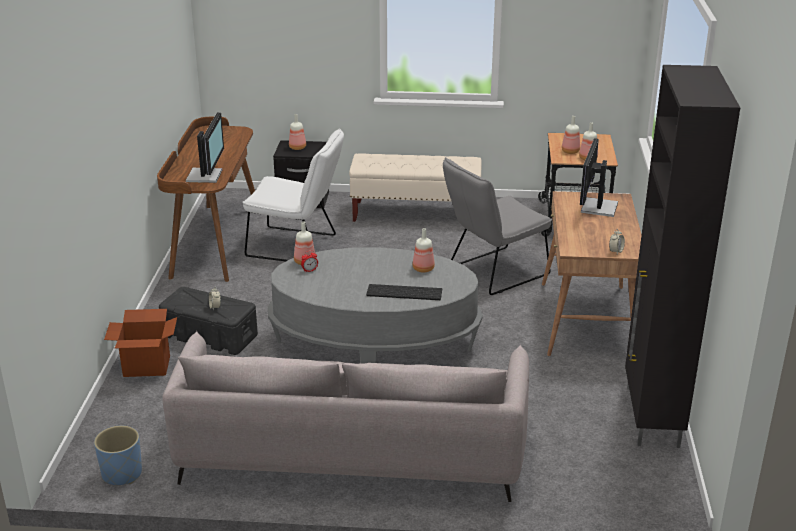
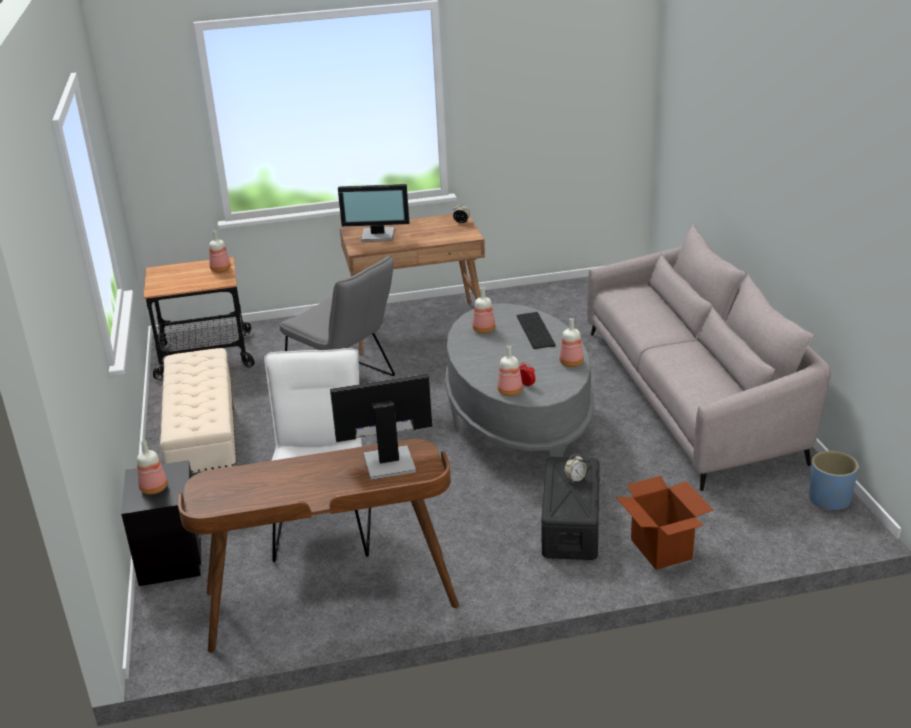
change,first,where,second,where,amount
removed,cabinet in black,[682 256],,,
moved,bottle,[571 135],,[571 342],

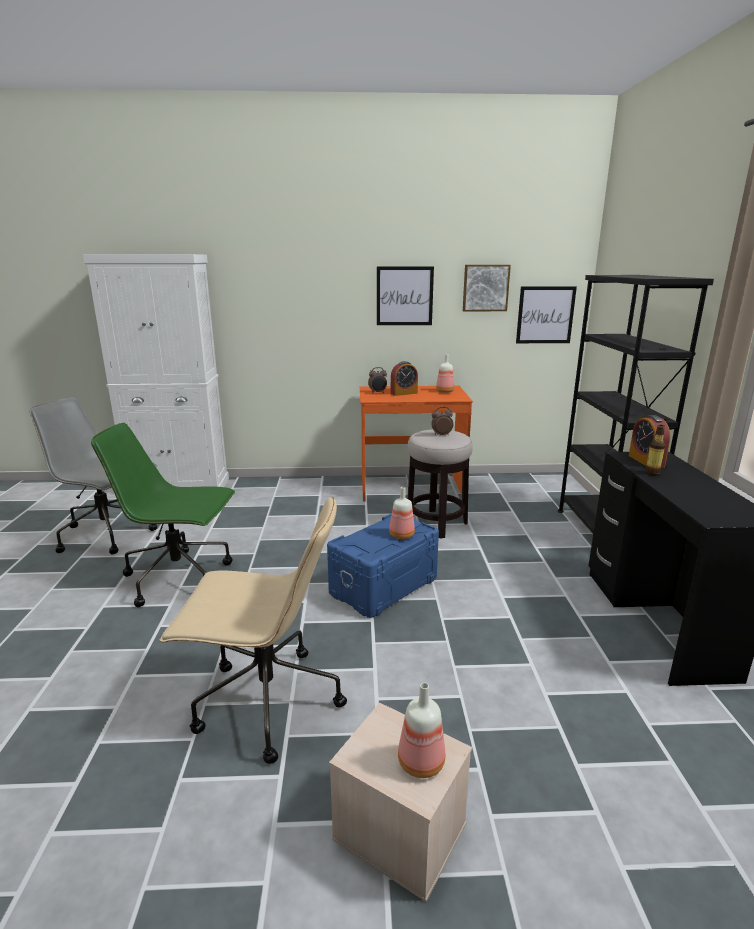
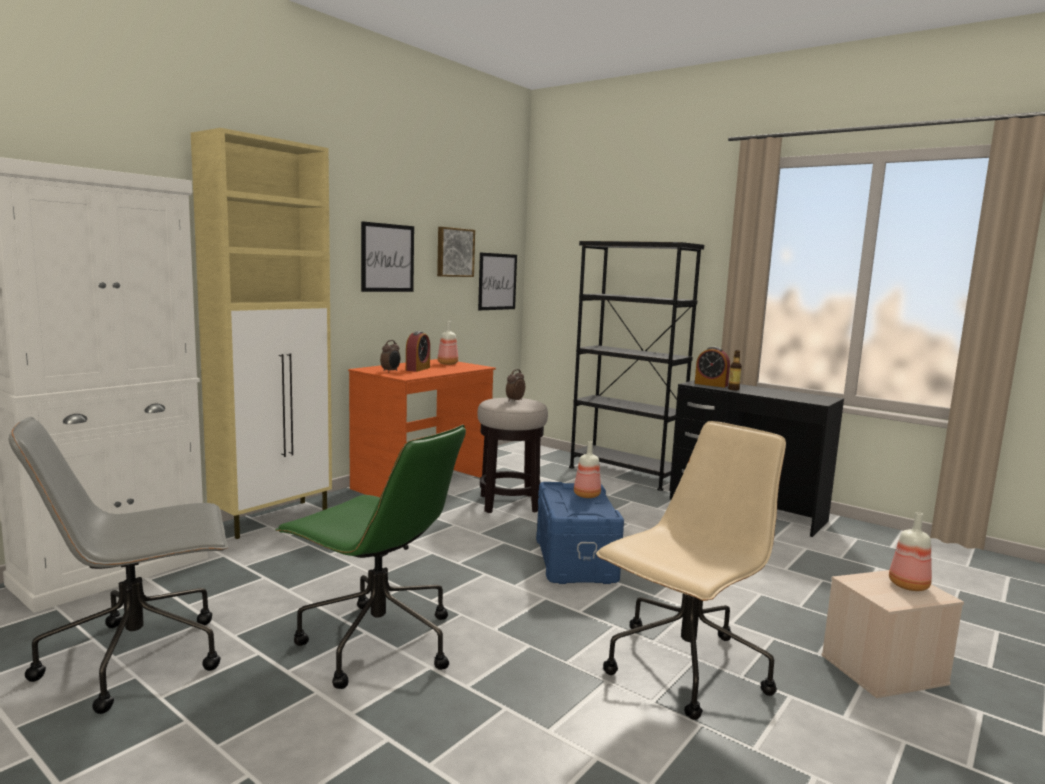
change,first,where,second,where,amount
turned,office chair in green,[163 515],,[370 556],105 degrees counterclockwise
added,,,cabinet in beige,[261 333],

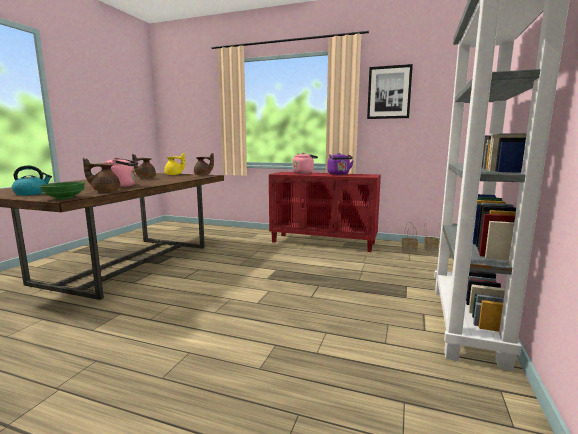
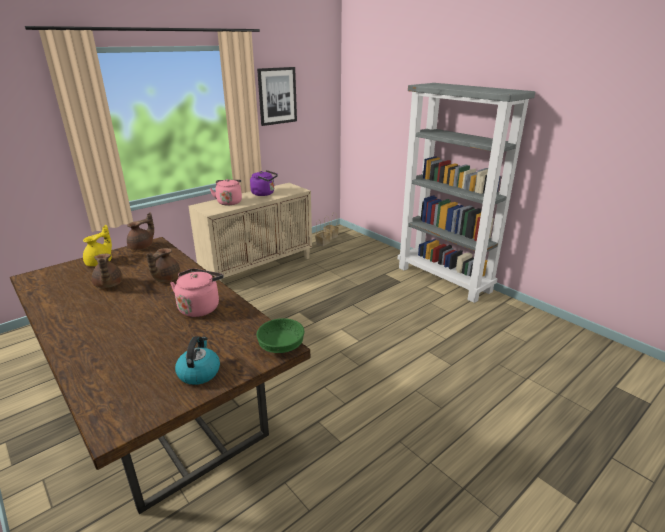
change,first,where,second,where,amount
moved,teapot in brown,[101 175],,[163 265],
recoloured,cabinet in red,[325 212],cabinet in beige,[250 232],

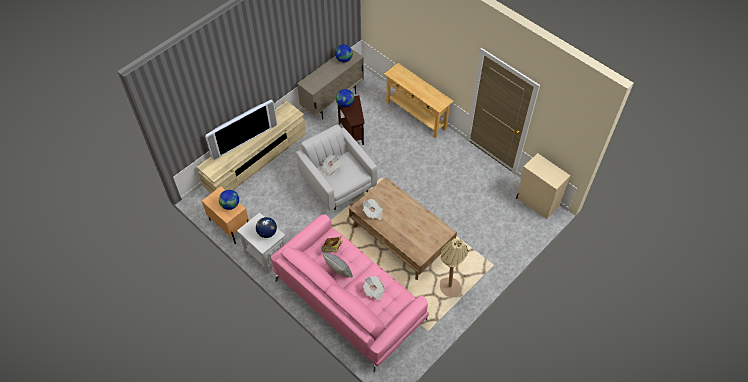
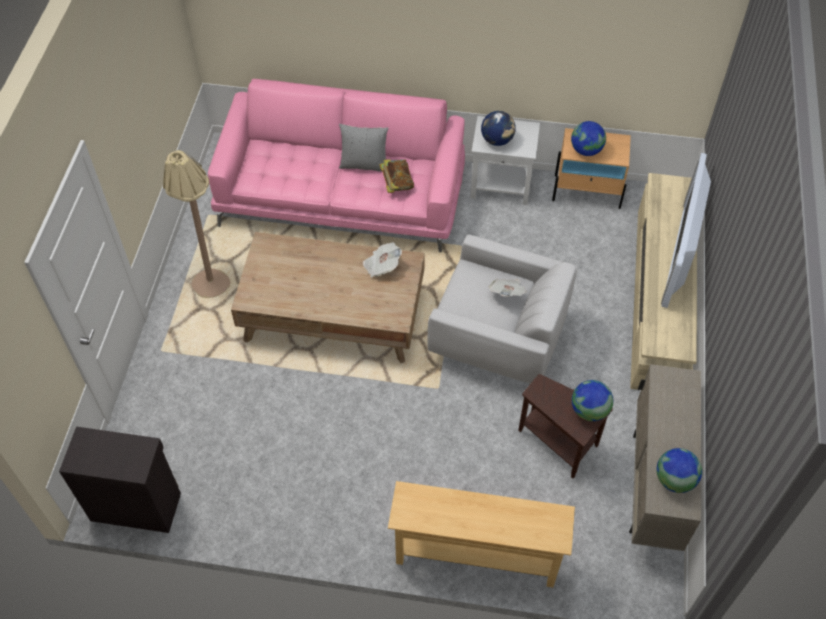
change,first,where,second,where,amount
recoloured,cabinet in beige,[543 186],cabinet in black,[120 480],
removed,newspaper,[374 288],,,

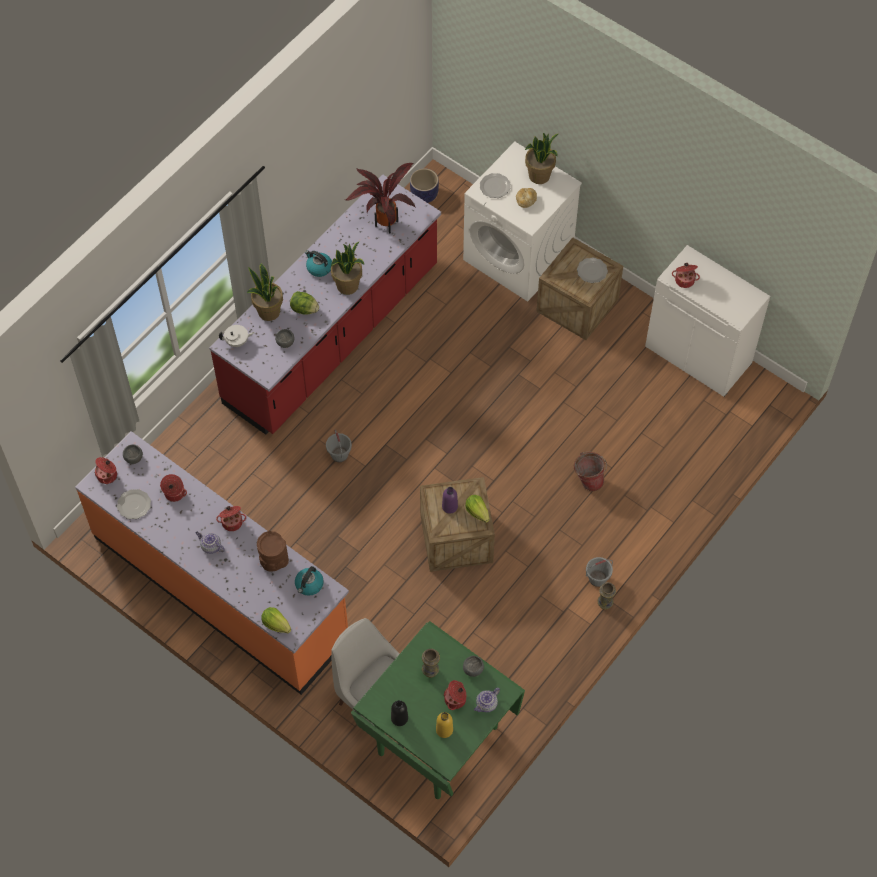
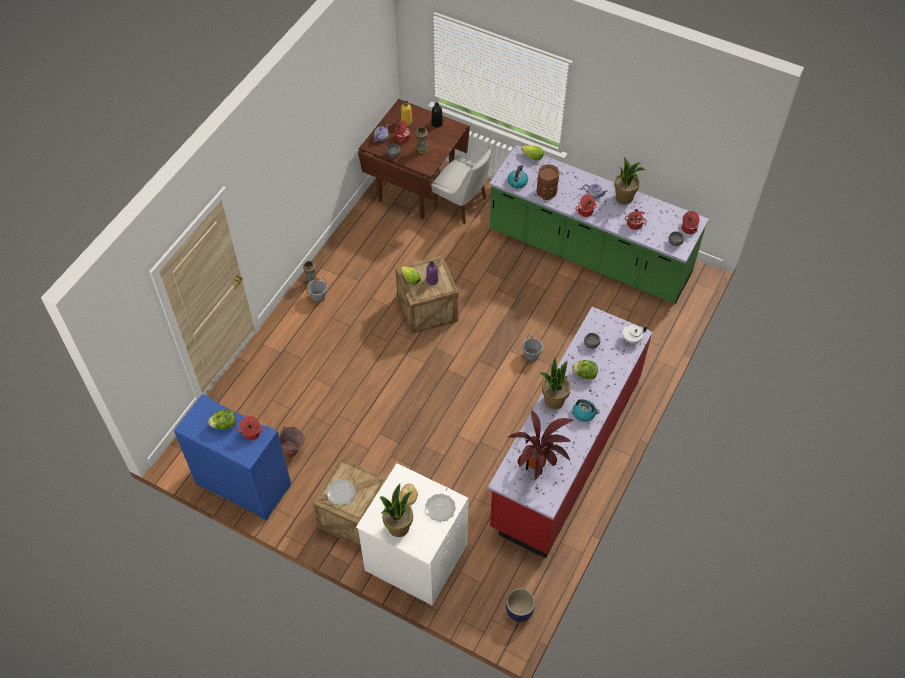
change,first,where,second,where,amount
recoloured,cabinet in white,[707 321],cabinet in blue,[232 457],
moved,potted plant,[265 292],,[630 180],
recoloured,counter in orange,[212 563],counter in green,[599 224],
moved,bucket,[590 471],,[291 442],
removed,plate,[134 504],,,
recoloured,dining table in green,[438 710],dining table in brown,[414 159],
added,,,lettuce,[222 419],

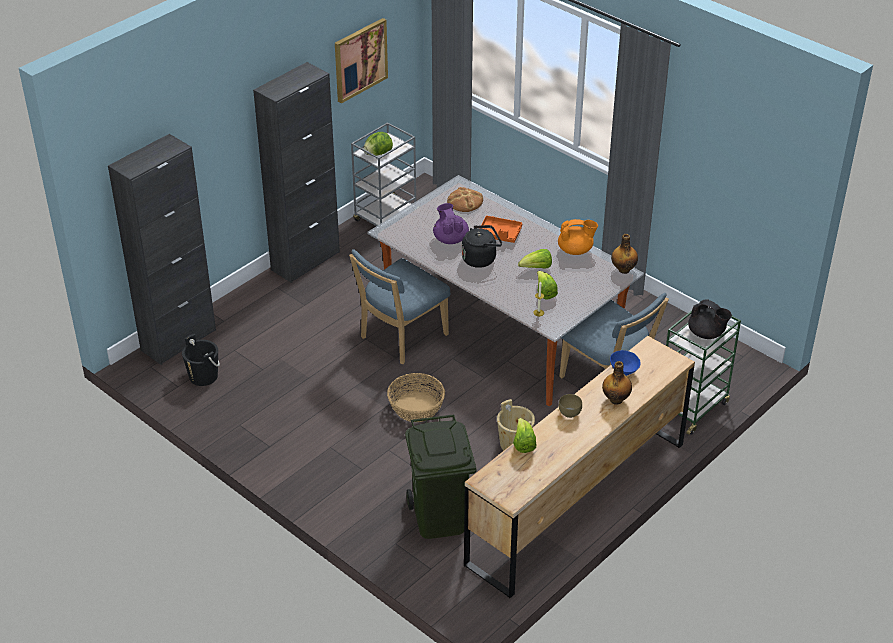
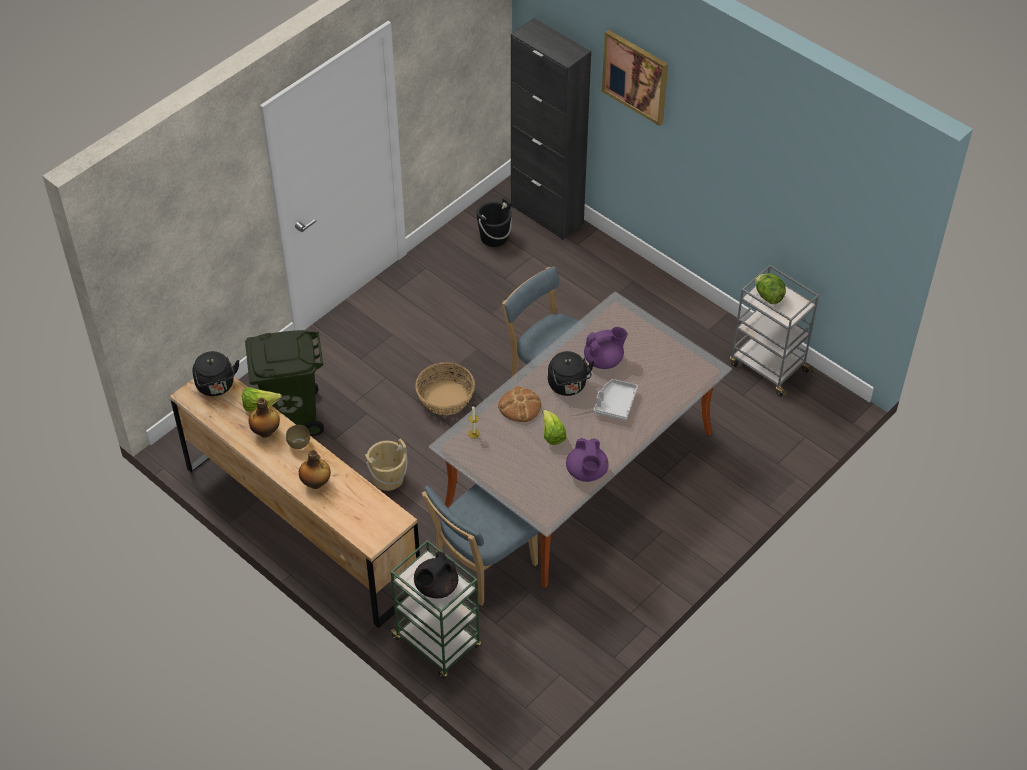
change,first,where,second,where,amount
moved,picture,[361 61],,[635 78],
removed,cabinet in black,[296 172],,,
moved,bread,[465 199],,[519 404],
recoloured,tray in orange,[501 229],tray in grey,[616 400],
recoloured,teapot in orange,[578 237],teapot in purple,[587 460],
moved,bottle,[624 254],,[264 418],
removed,lettuce,[547 285],,,
removed,bowl in blue,[625 363],,,
added,,,kettle in black,[216 373],

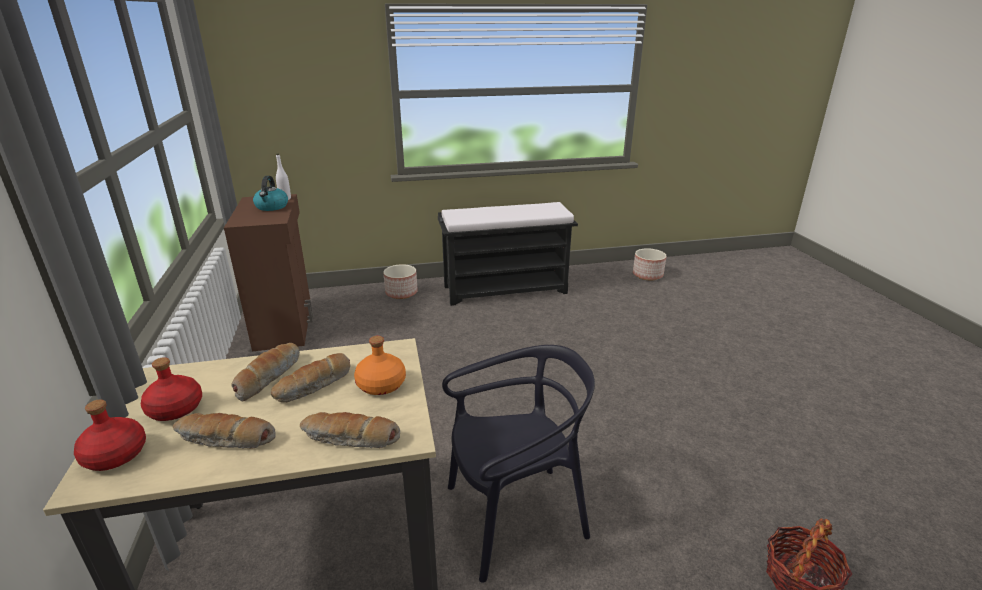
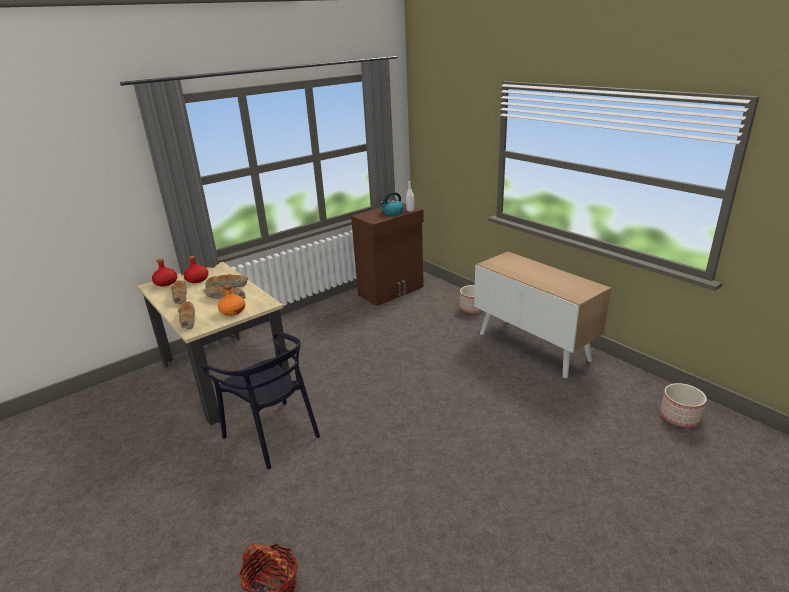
change,first,where,second,where,amount
replaced,bench in black,[508 254],cabinet,[542 315],

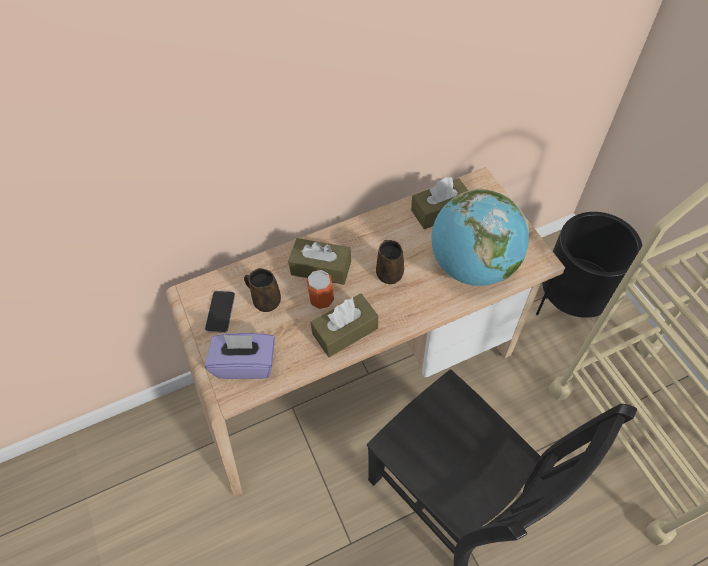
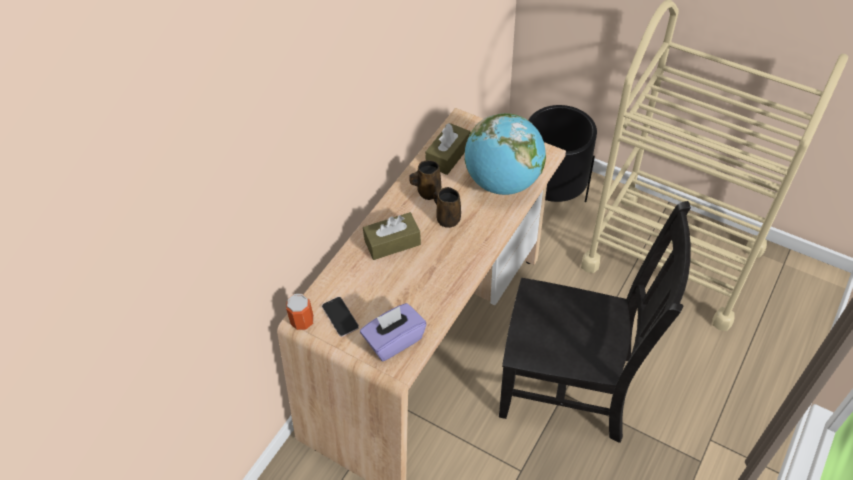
change,first,where,second,where,amount
moved,mug in brown,[262 290],,[425 180],
moved,can,[320 289],,[300 312],
removed,tissue box in brown,[344 325],,,

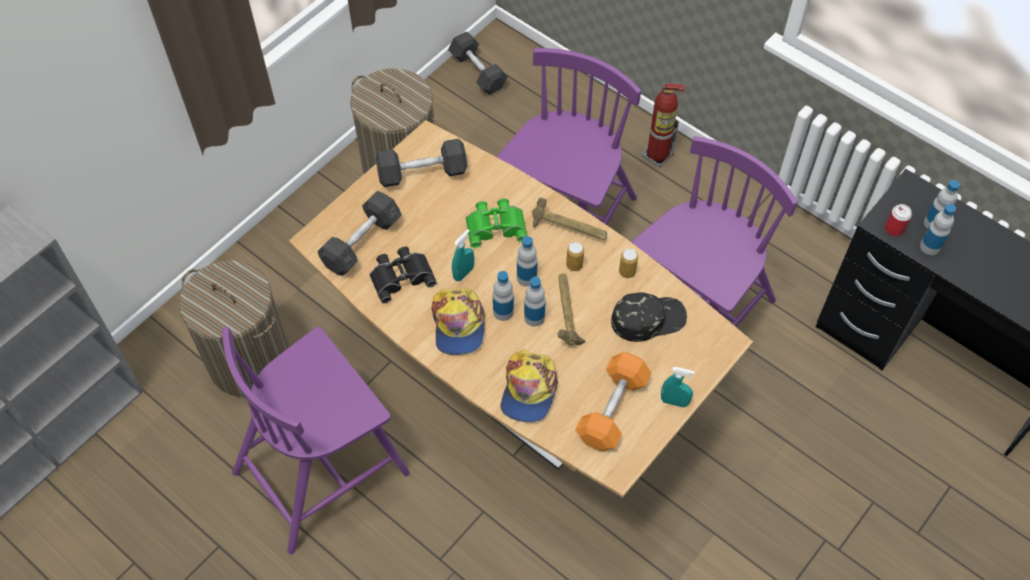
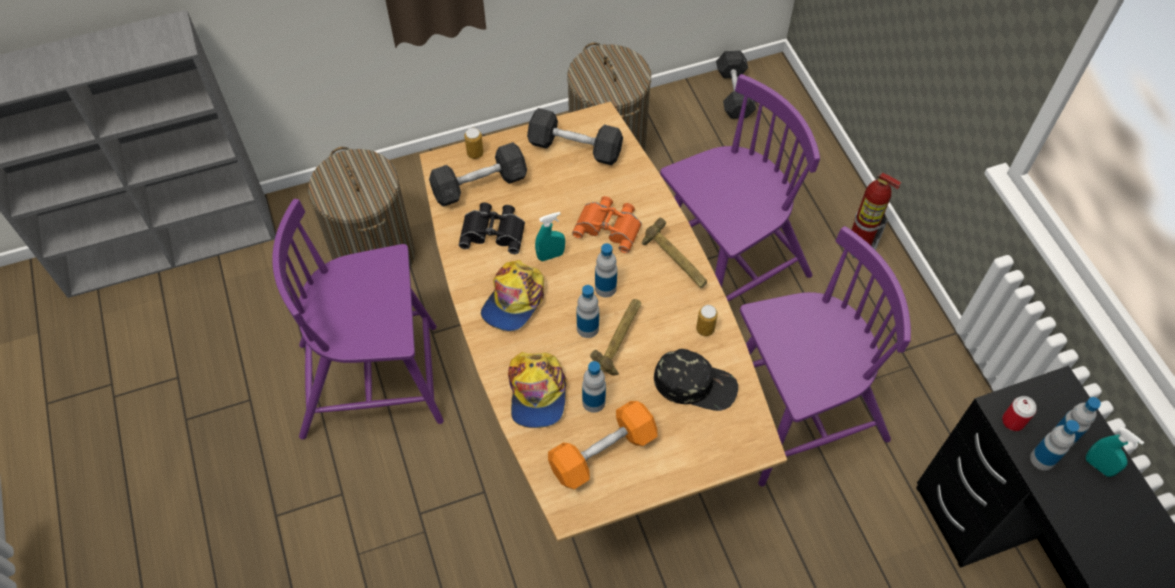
change,first,where,second,where,amount
recoloured,binoculars in green,[496 223],binoculars in orange,[607 224],
moved,can,[575 256],,[474 143],
moved,bottle,[503 296],,[594 387],
turned,cap,[529 386],,[537 390],45 degrees counterclockwise
moved,spray bottle in turquoise,[678 387],,[1115 452],

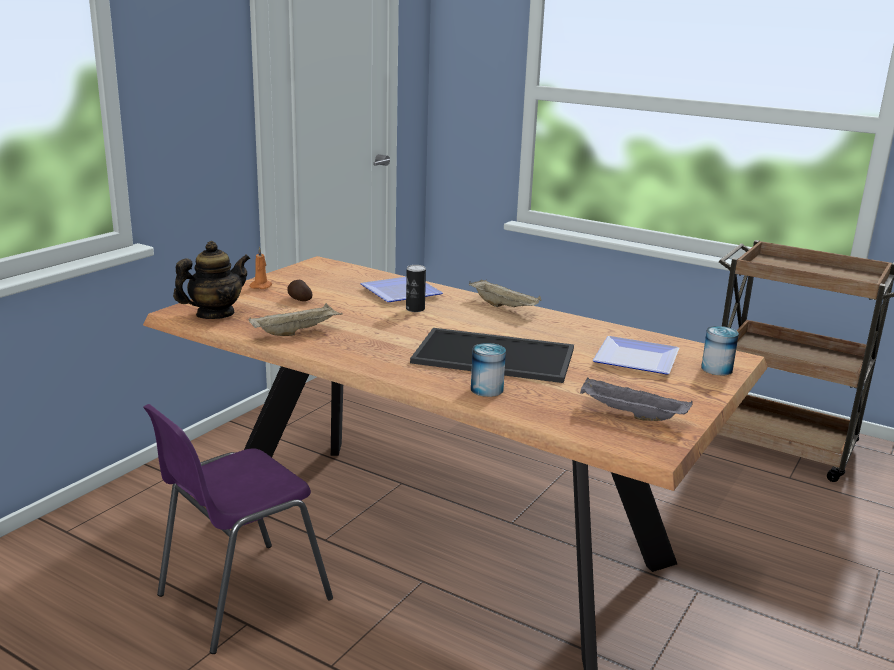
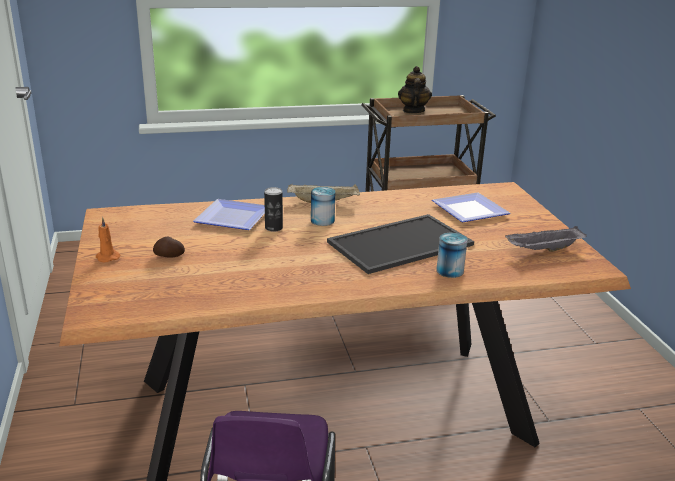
change,first,where,second,where,amount
moved,teapot,[211 280],,[415 89],
removed,tray in beige,[295 319],,,
moved,can,[720 350],,[323 206],

